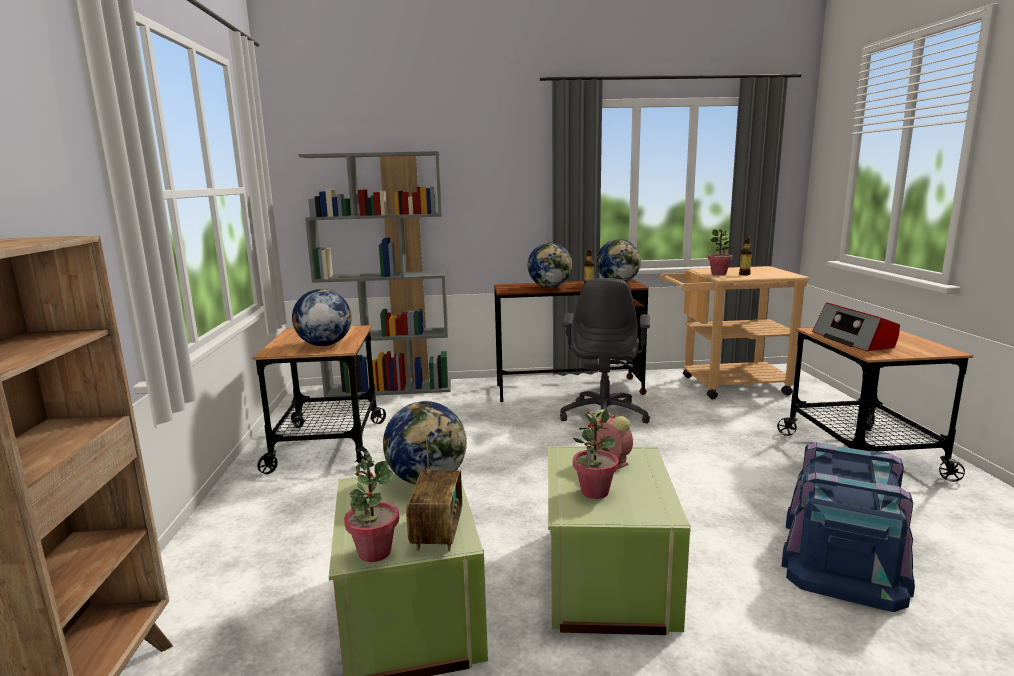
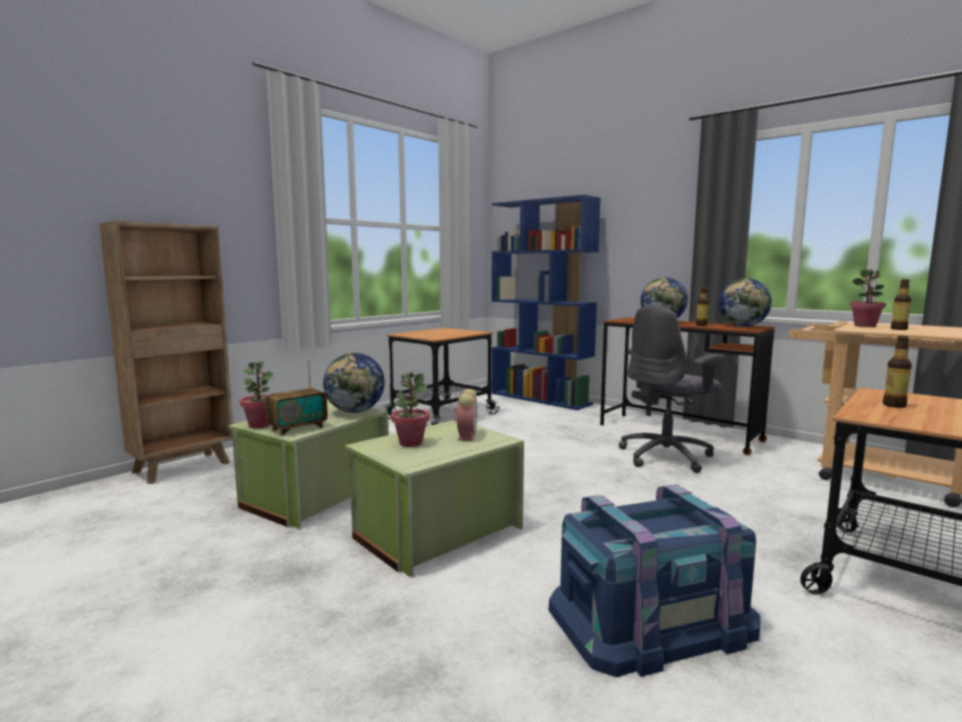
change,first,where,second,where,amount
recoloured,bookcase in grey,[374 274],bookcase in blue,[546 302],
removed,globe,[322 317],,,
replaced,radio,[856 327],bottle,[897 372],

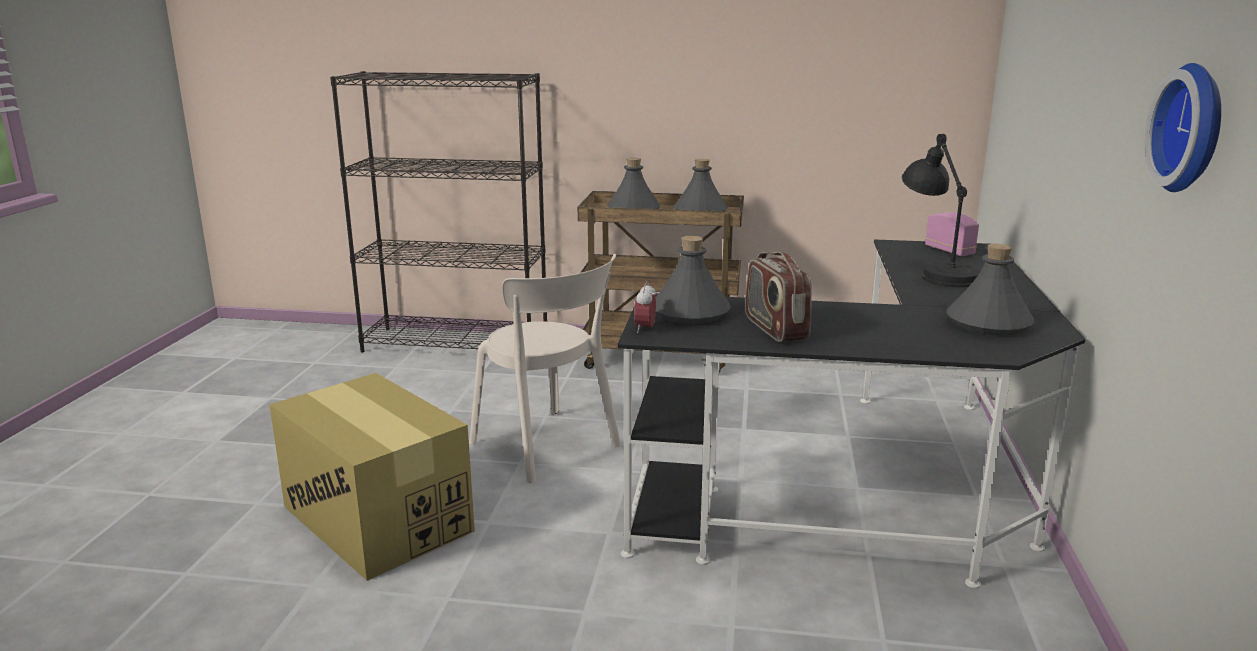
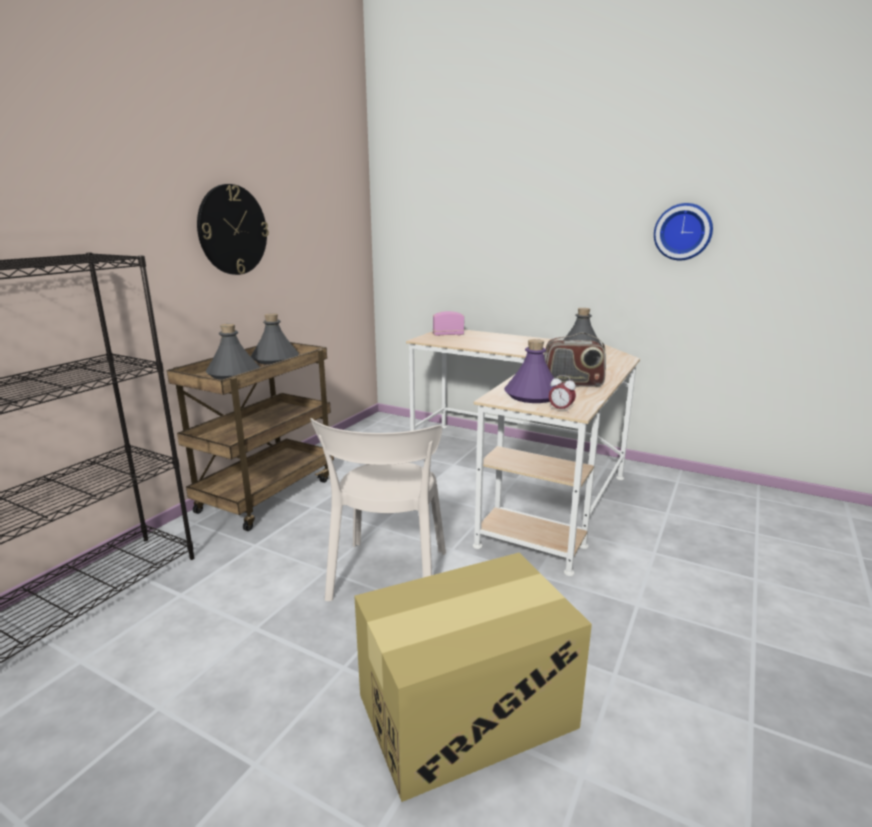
change,first,where,second,where,amount
removed,table lamp in black,[941 210],,,
recoloured,bottle in grey,[693 280],bottle in purple,[530 371],
recoloured,desk in black,[851 413],desk in beige,[523 453],
turned,chair in beige,[545 368],,[378 509],120 degrees clockwise
added,,,wall clock,[233 229],

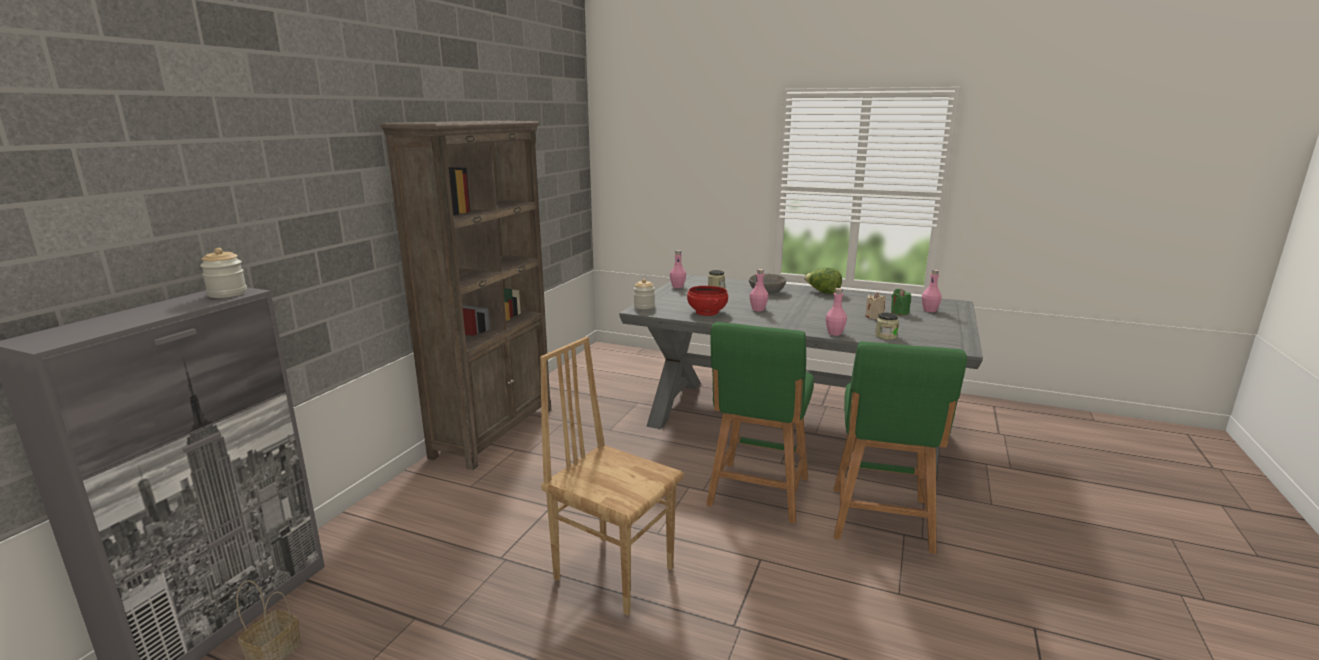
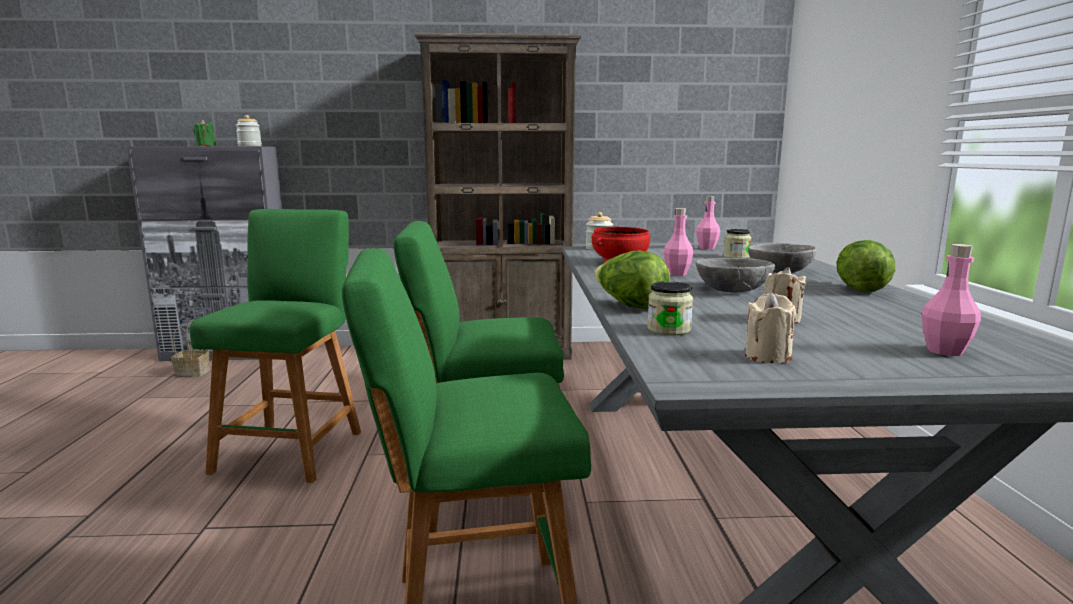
change,first,where,second,where,amount
replaced,bottle in pink,[836 312],lettuce,[632 279],
moved,candle in green,[901 302],,[205 133],
replaced,chair in brown,[612 476],stool in green,[275 346],
added,,,bowl in grey,[735 275],
added,,,candle in beige,[770 327],

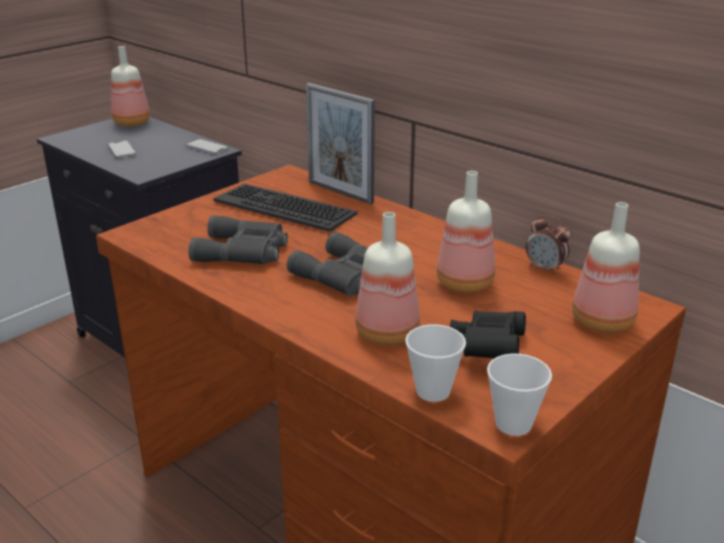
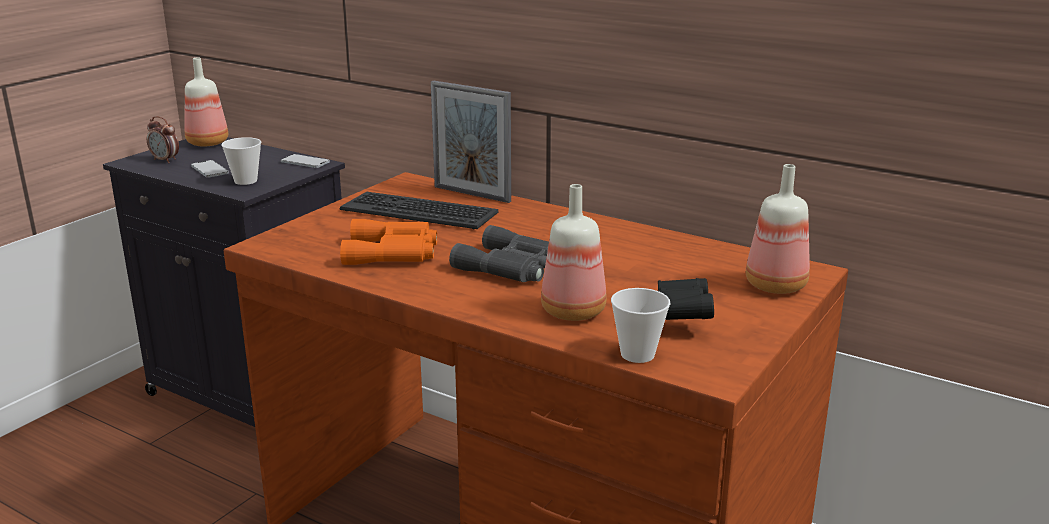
change,first,where,second,where,amount
removed,bottle,[466 232],,,
recoloured,binoculars in grey,[238 239],binoculars in orange,[388 242],
moved,alarm clock,[548 245],,[163 139],
moved,cup,[519 395],,[241 161],

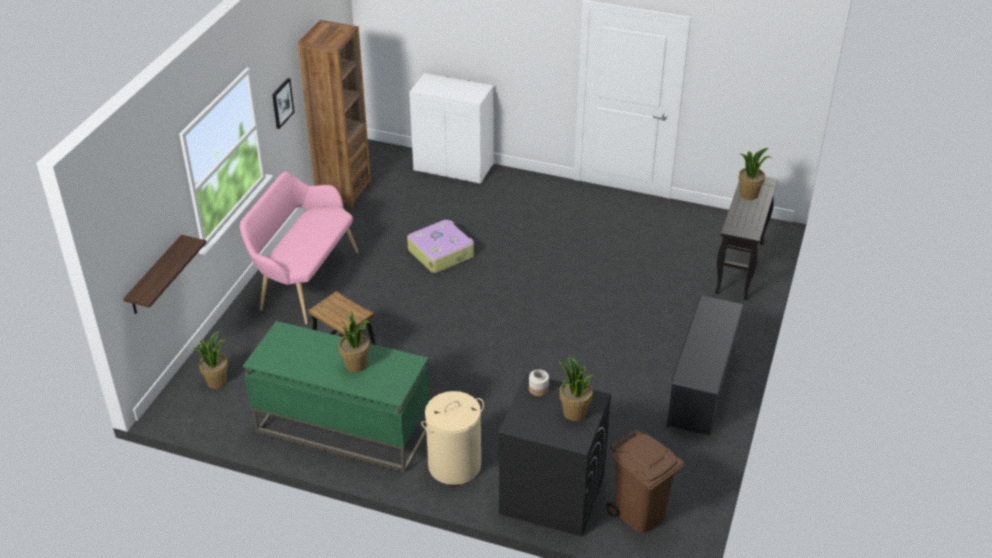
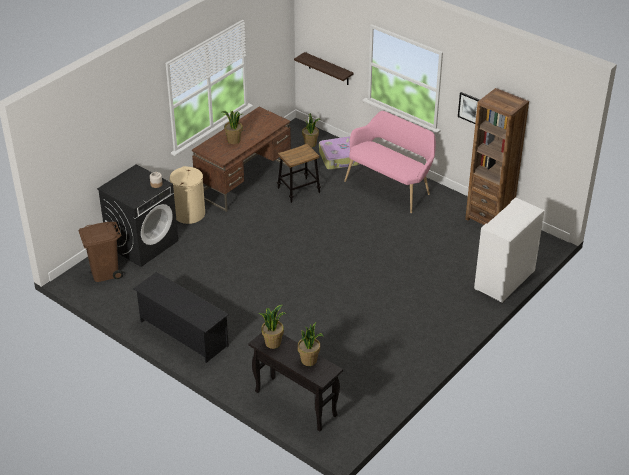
change,first,where,second,where,amount
moved,suitcase,[440 246],,[339 153],
recoloured,desk in green,[336 397],desk in brown,[241 159],
moved,potted plant,[575 389],,[272 327],

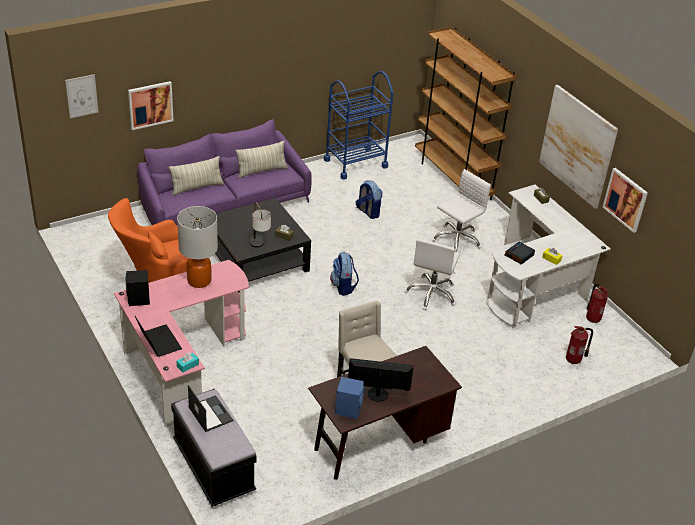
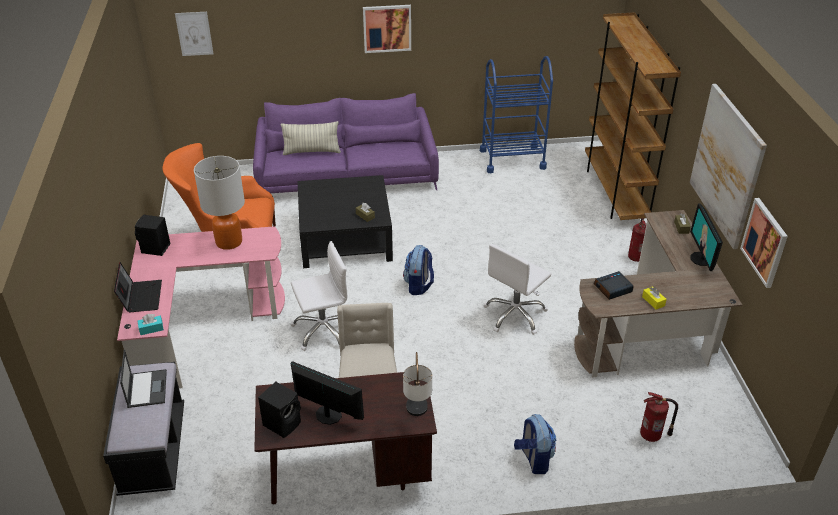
change,first,where,second,where,amount
moved,picture,[150 105],,[387 29],
removed,pillow,[262 159],,,
moved,office chair in white,[461 211],,[319 296],
moved,backpack,[369 199],,[535 444],
recoloured,desk in white,[548 256],desk in brown,[658 293],
moved,table lamp,[260 225],,[417 384],
moved,fire extinguisher,[597 303],,[637 240],
recoloured,speaker in blue,[350 398],speaker in black,[279 410],
added,,,monitor,[706 237],

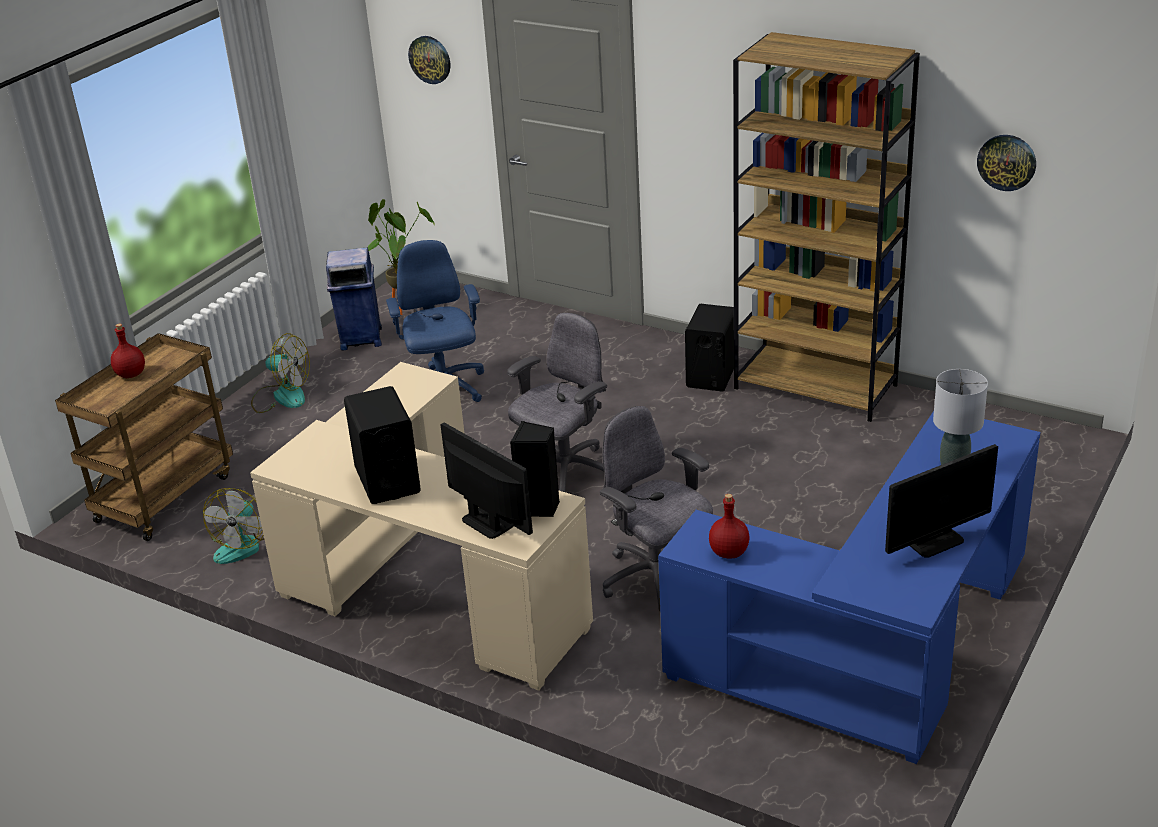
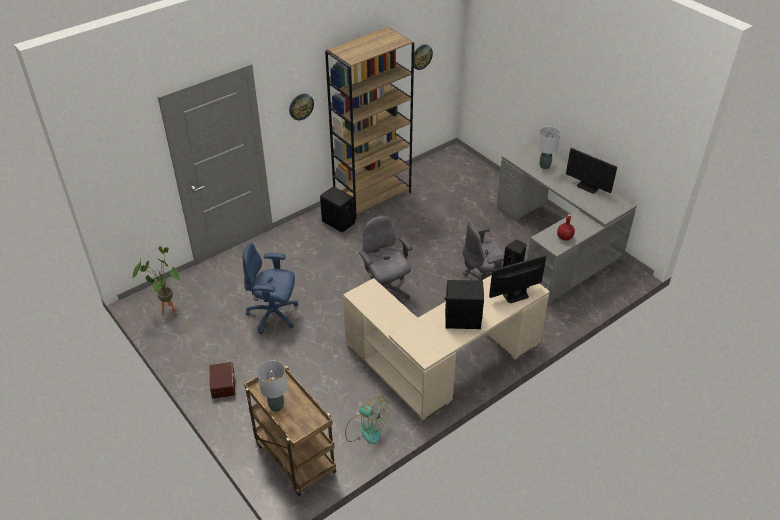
change,first,where,second,where,amount
moved,wall clock,[429 60],,[301 107],
removed,trash can in blue,[354 298],,,
replaced,bottle in red,[128 351],table lamp in grey,[272 386],
replaced,fan,[280 373],storage box in brown,[223 380],
recoloured,desk in blue,[849 587],desk in grey,[566 223],
turned,monitor,[941 501],,[591 171],135 degrees clockwise

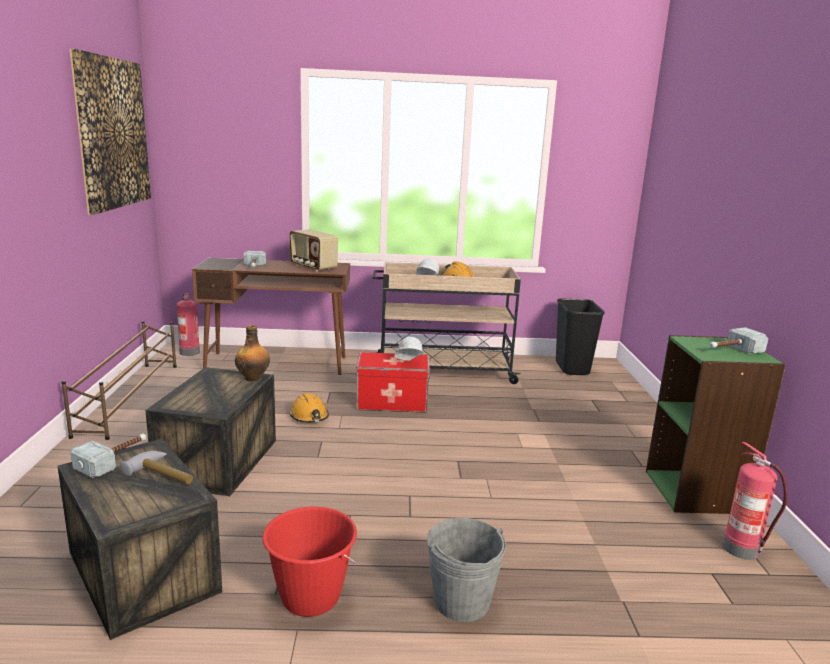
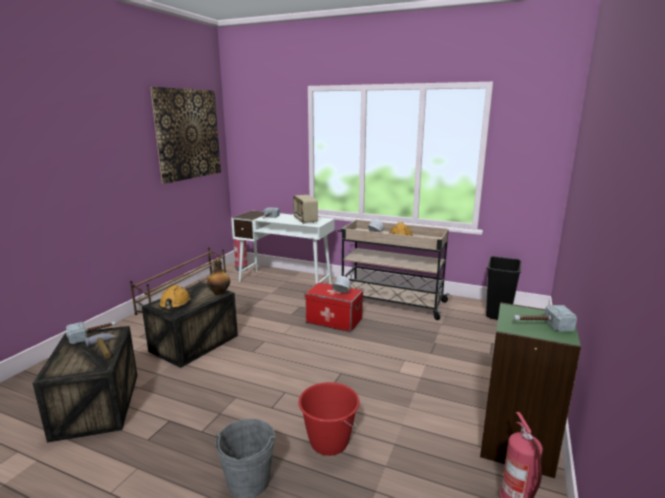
change,first,where,second,where,amount
recoloured,desk in brown,[271 316],desk in white,[283 247],
moved,hard hat in orange,[309 408],,[175 297],
moved,bucket in red,[309 562],,[329 419],

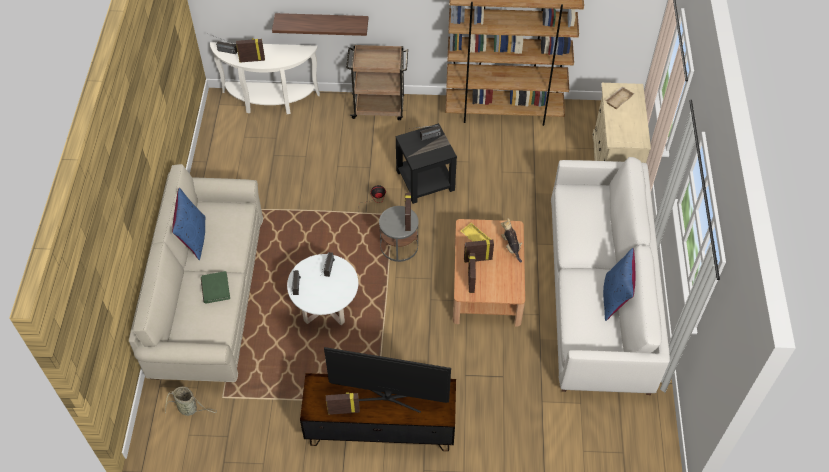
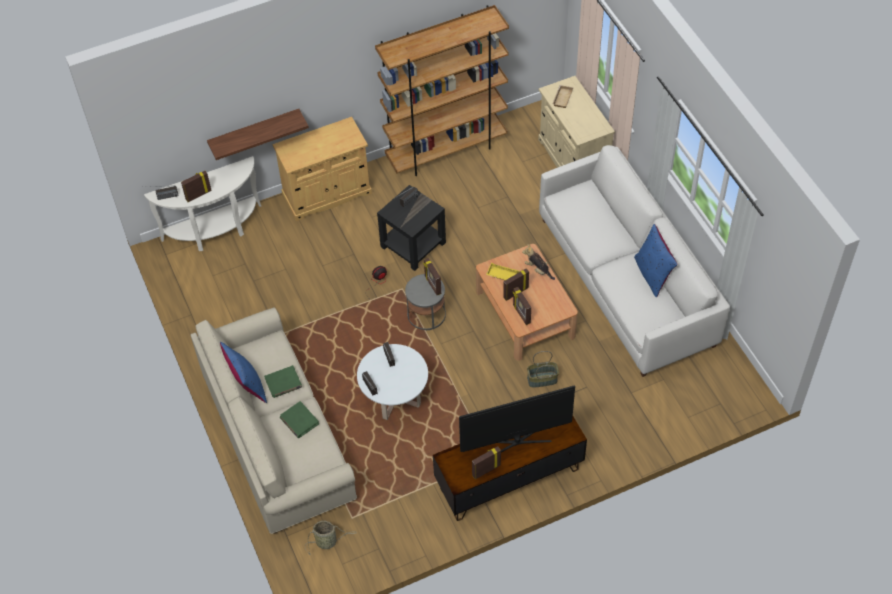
change,first,where,second,where,amount
replaced,cart in brown,[377 82],cabinet in beige,[322 169],
added,,,basket,[543 369],
added,,,book in green,[283 381],

